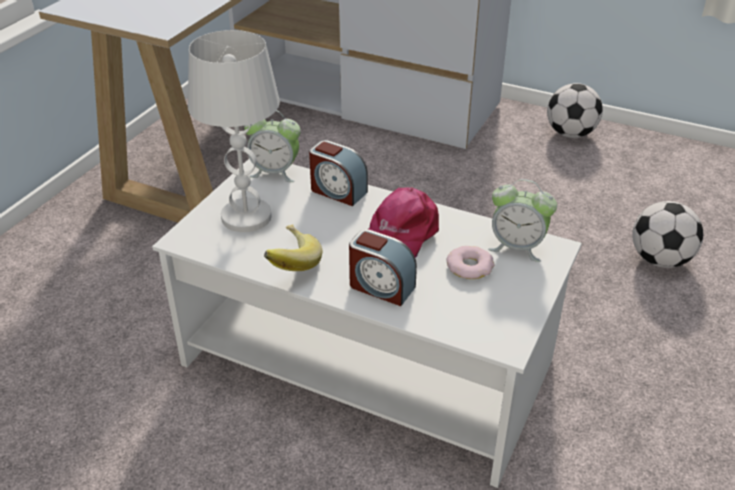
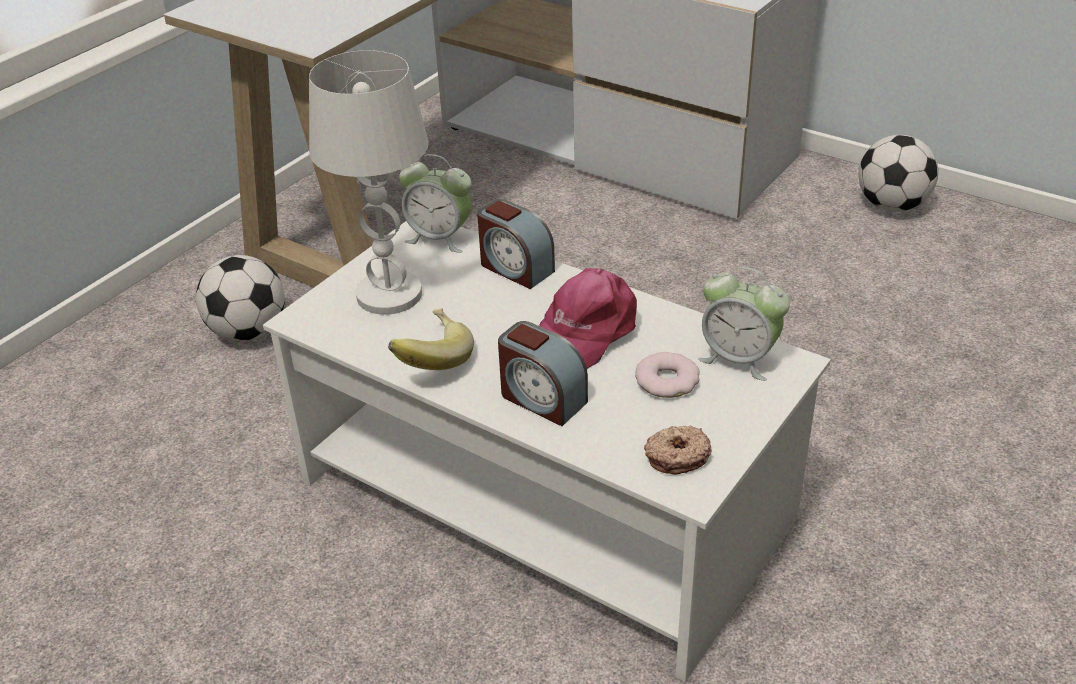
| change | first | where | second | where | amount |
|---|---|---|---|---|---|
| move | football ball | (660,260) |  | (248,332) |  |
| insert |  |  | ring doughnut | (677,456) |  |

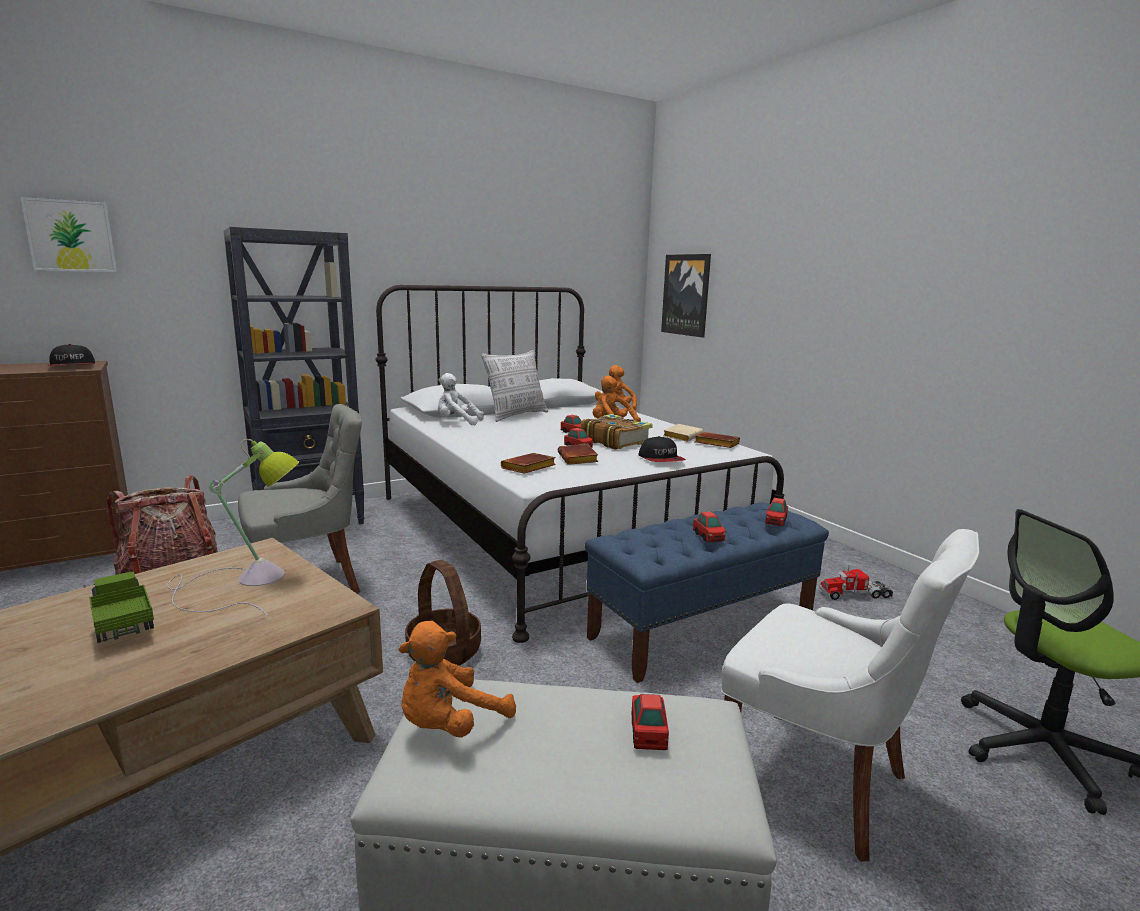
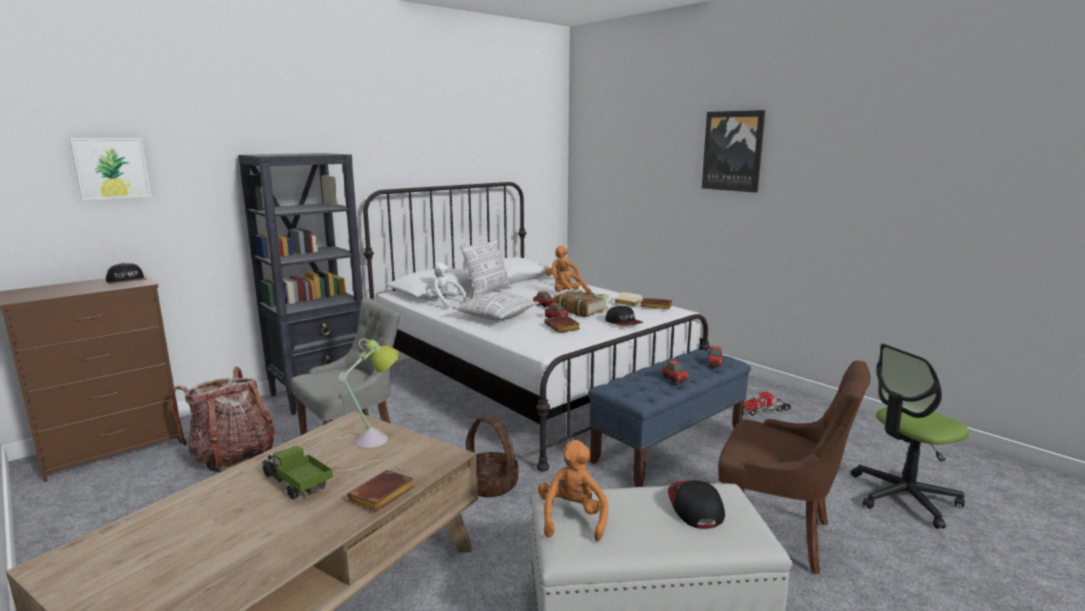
| change | first | where | second | where | amount |
|---|---|---|---|---|---|
| move | book (brown) | (528,468) |  | (381,496) |  |
| rotate | cuddly toy (white) | (457,422) |  | (445,303) | 45 degrees clockwise |
| insert |  |  | cushion | (496,316) |  |
| rotate | cuddly toy (orange-coloured) | (450,725) |  | (572,518) | 150 degrees clockwise |
| replace | model car | (648,732) | peaked cap | (695,506) |  |
| move | picture | (686,295) |  | (733,151) |  |
| recolor | plain chair (white) | (818,782) | plain chair (brown) | (777,534) |  |

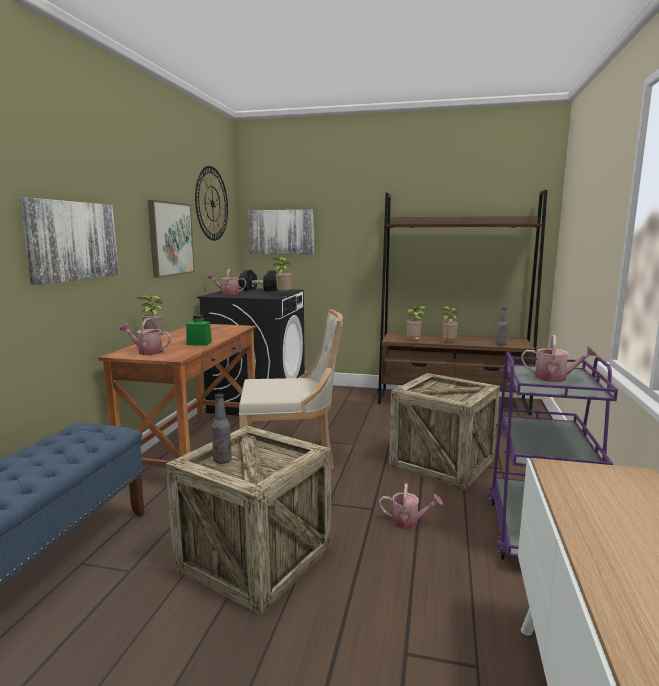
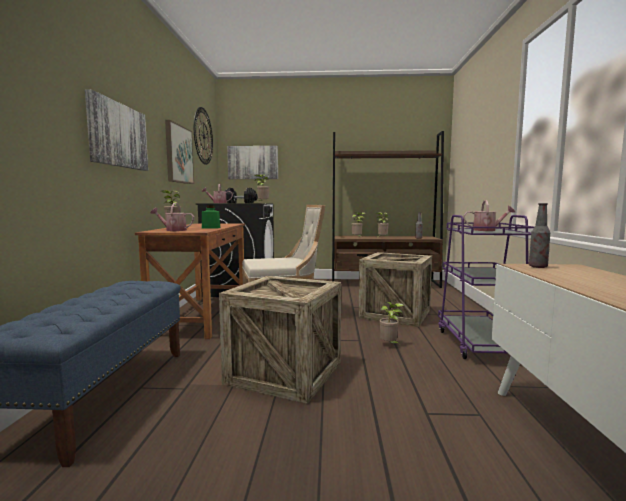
| change | first | where | second | where | amount |
|---|---|---|---|---|---|
| replace | watering can | (409,521) | potted plant | (389,345) |  |
| move | drink bottle | (222,461) |  | (538,267) |  |

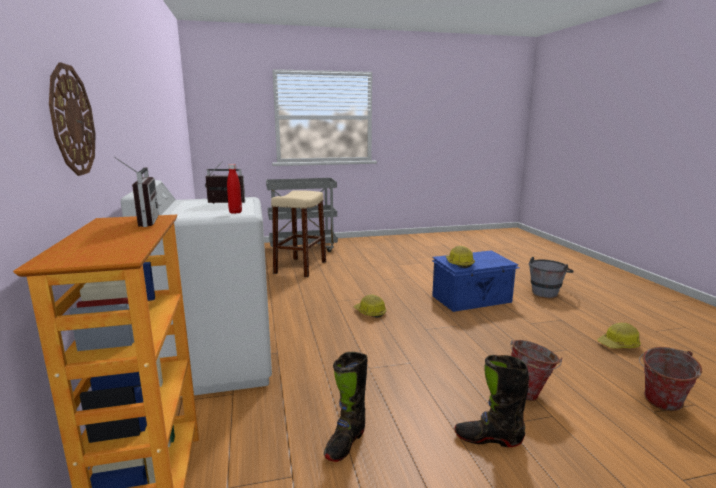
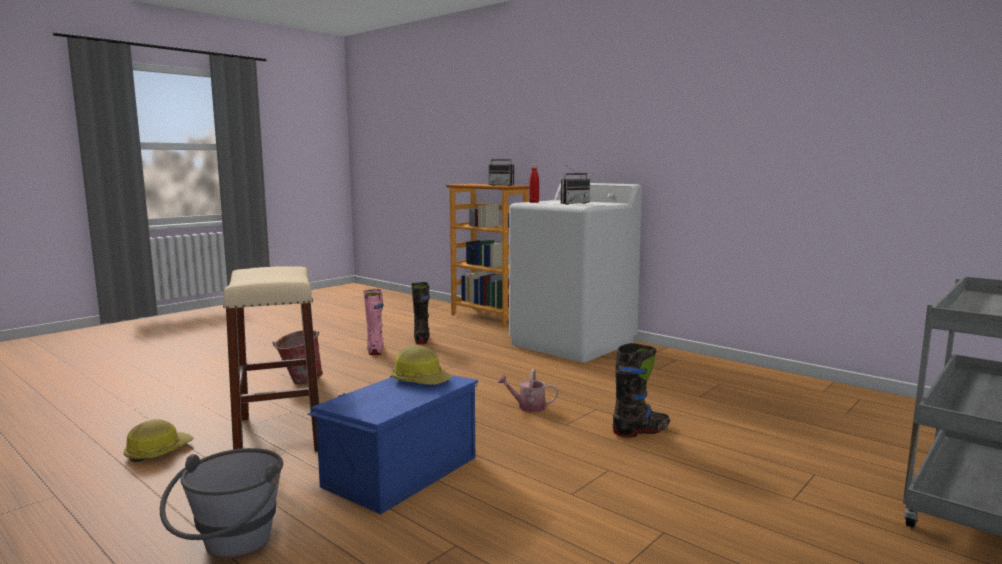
| change | first | where | second | where | amount |
|---|---|---|---|---|---|
| move | stool (sand-coloured) | (300,267) |  | (279,434) |  |
| insert |  |  | boot (pinkish) | (375,350) |  |
| replace | work helmet | (370,312) | watering can | (527,406) |  |
| move | boot (blackish) | (488,438) |  | (641,431) |  |
| delete | wall clock | (72,120) |  |  |  |
| delete | water bucket | (660,405) |  |  |  |

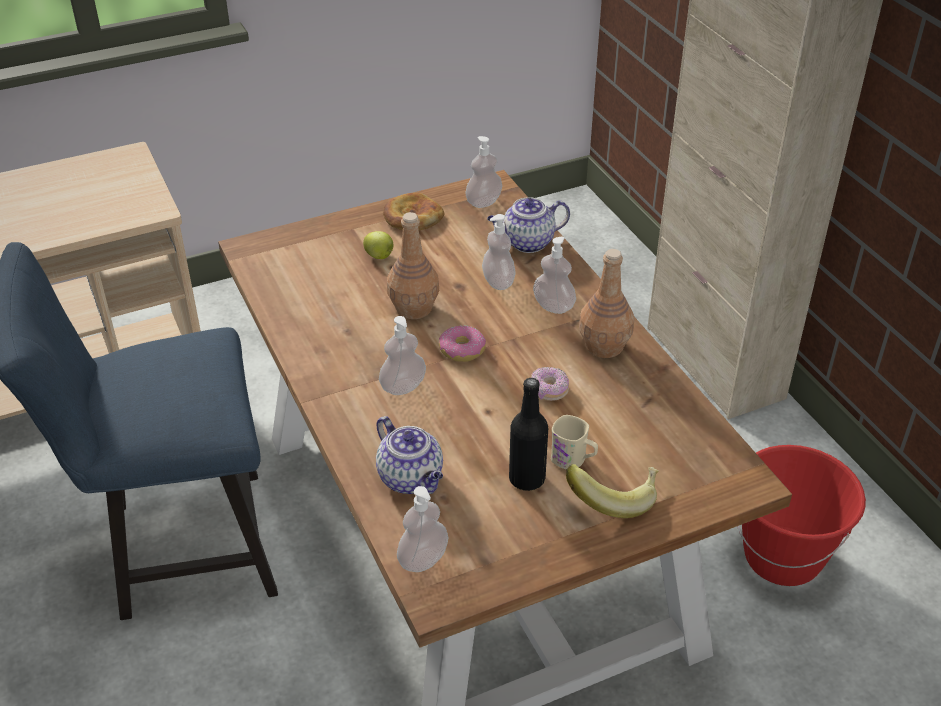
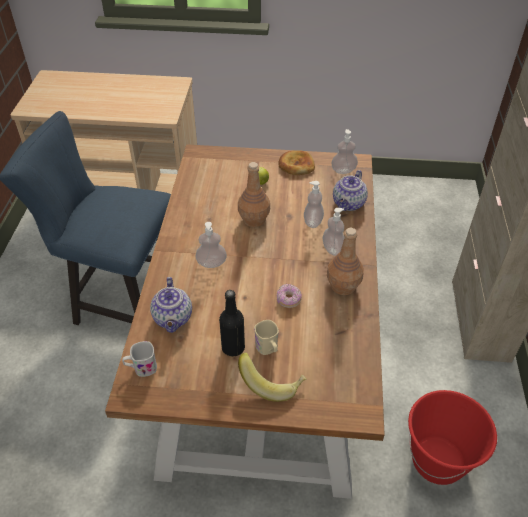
| change | first | where | second | where | amount |
|---|---|---|---|---|---|
| replace | soap bottle | (423,559) | tea mug (white) | (141,368) |  |
| rotate | teapot | (527,243) |  | (348,204) | 75 degrees counterclockwise |
| delete | ring doughnut | (462,350) |  |  |  |

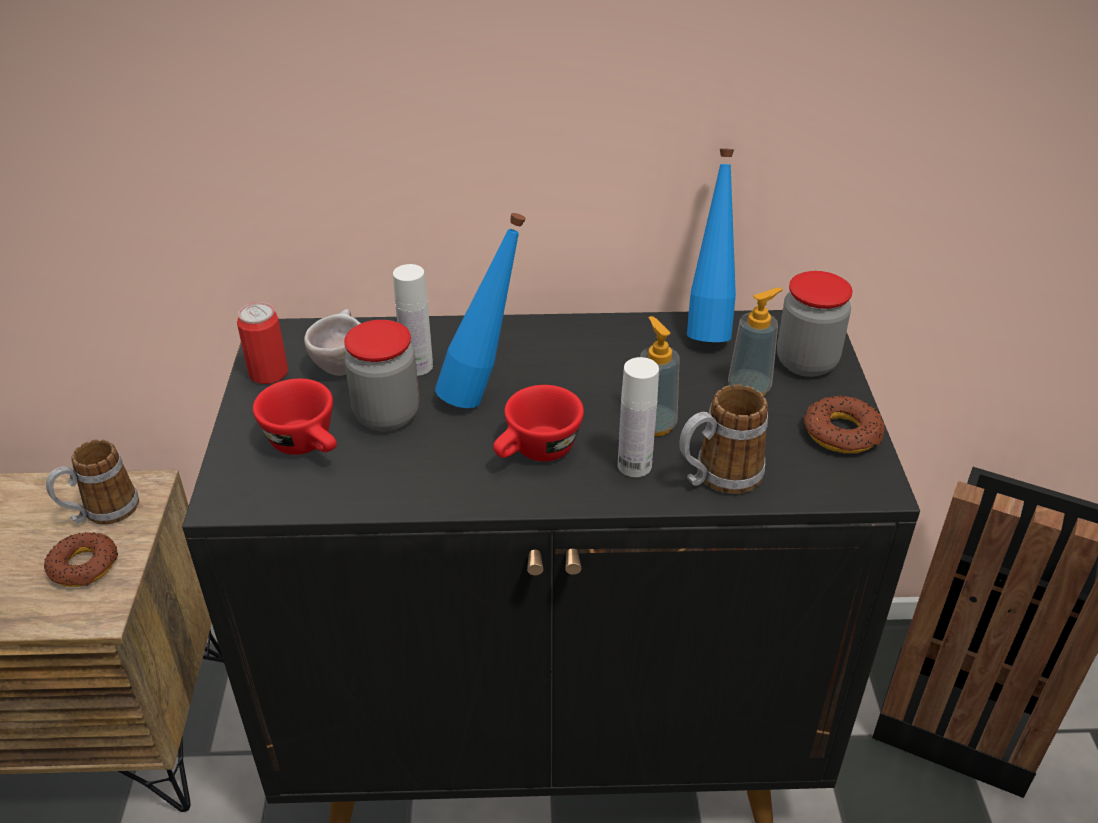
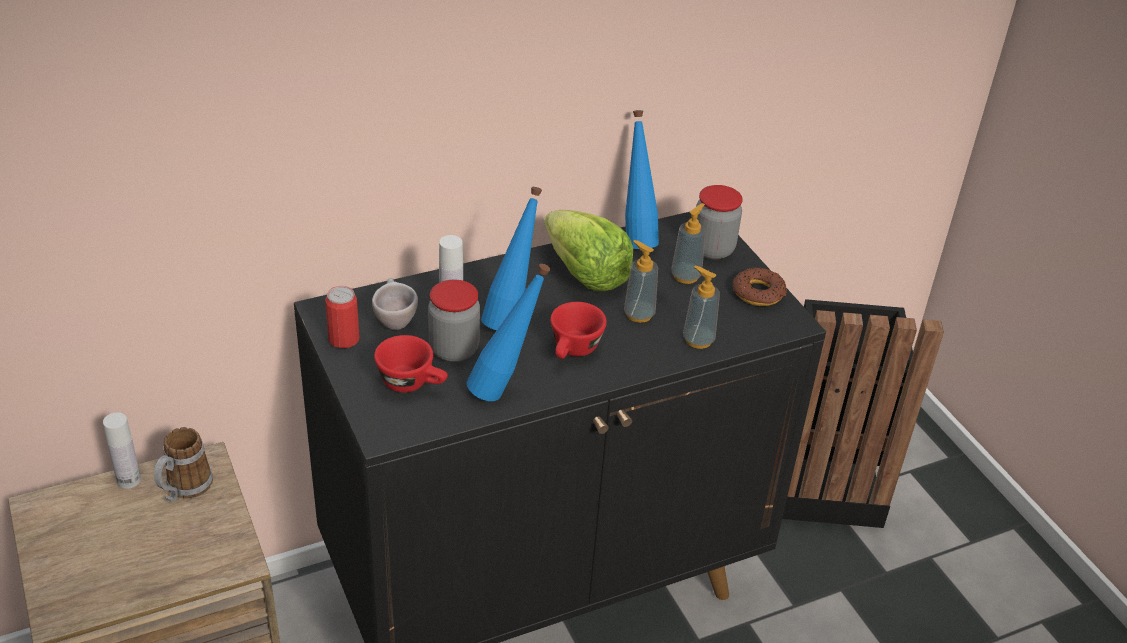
| change | first | where | second | where | amount |
|---|---|---|---|---|---|
| move | drink bottle (white) | (634,465) |  | (129,480) |  |
| insert |  |  | drink bottle (blue) | (505,390) |  |
| insert |  |  | lettuce | (585,274) |  |
| replace | tea mug | (717,478) | soap bottle | (698,340) |  |
| delete | ring doughnut | (84,566) |  |  |  |

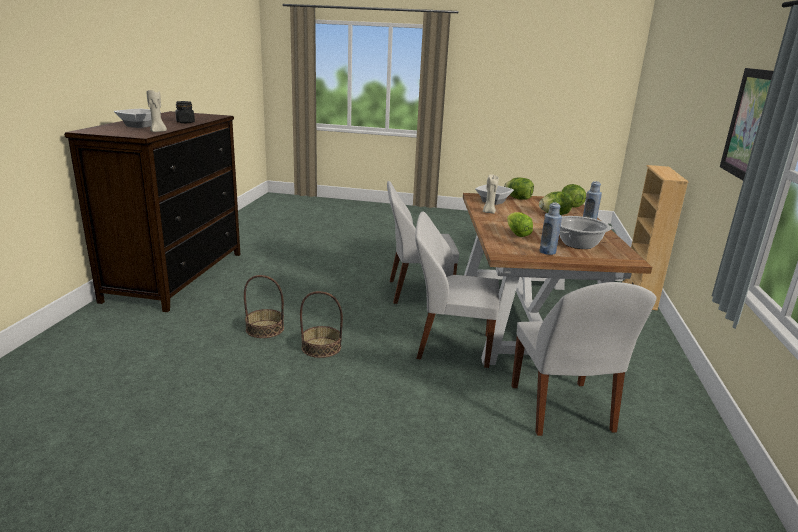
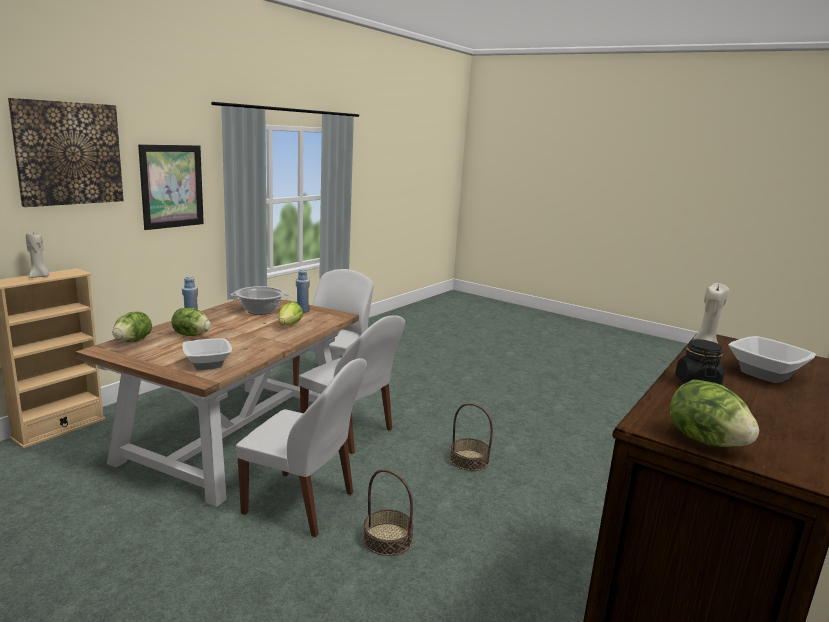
| change | first | where | second | where | amount |
|---|---|---|---|---|---|
| insert |  |  | picture | (69,153) |  |
| move | candle (sand-coloured) | (488,212) |  | (39,277) |  |
| move | basket | (265,329) |  | (387,539) |  |
| move | lettuce | (518,198) |  | (705,441) |  |

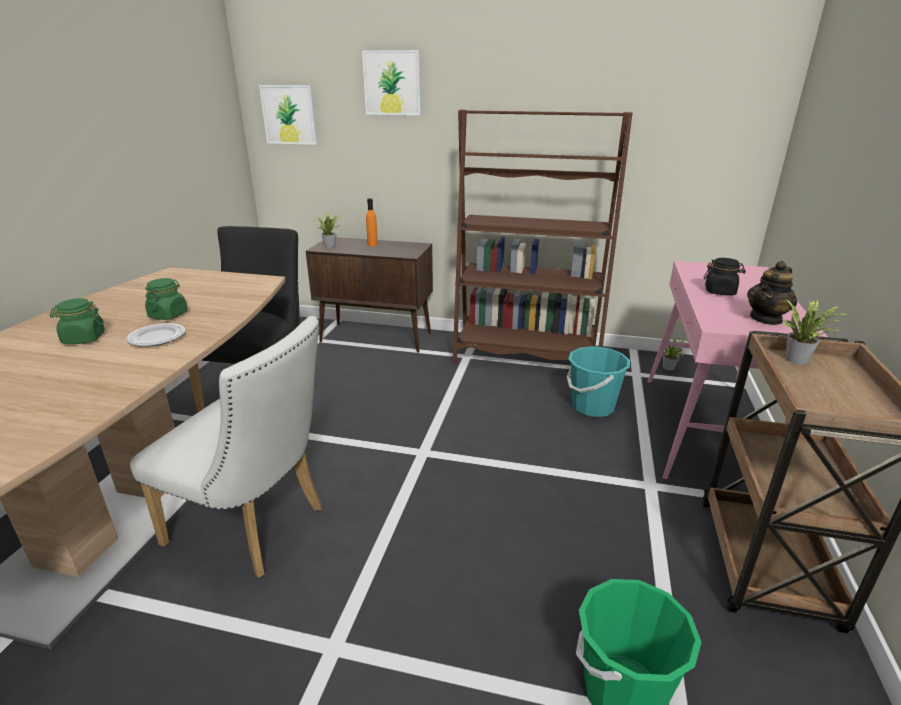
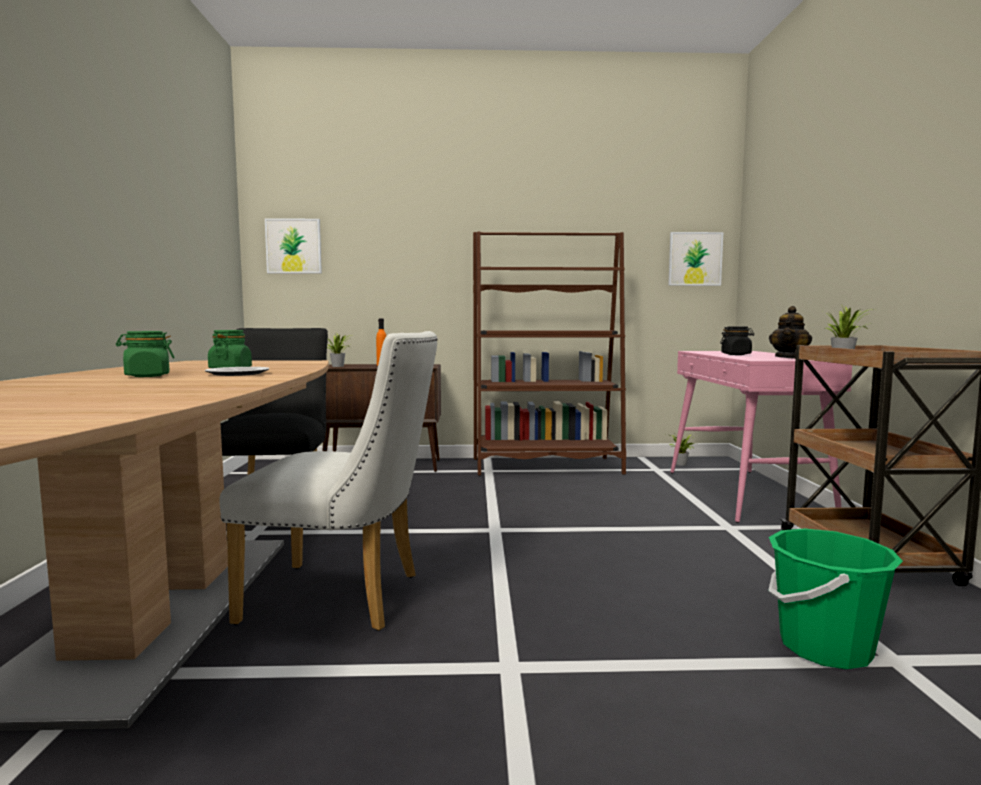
| change | first | where | second | where | amount |
|---|---|---|---|---|---|
| move | picture | (392,83) |  | (695,259) |  |
| delete | water bucket (blue-green) | (592,406) |  |  |  |

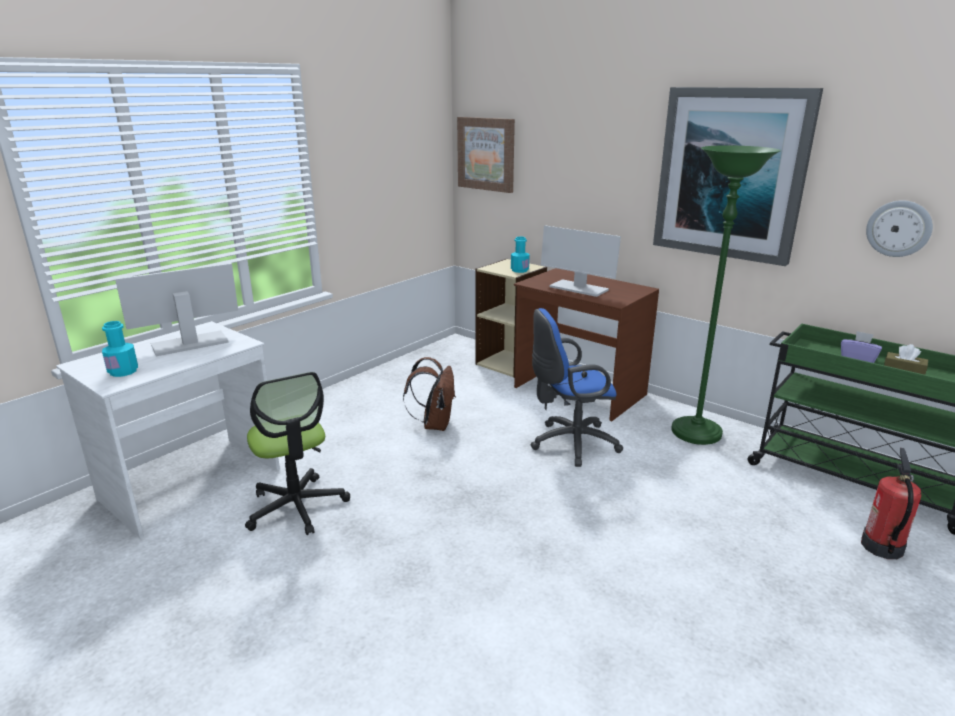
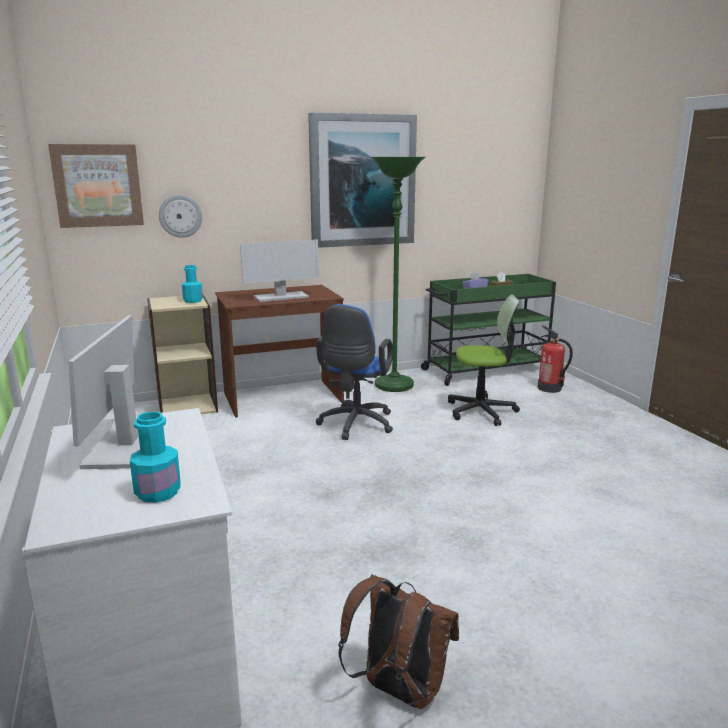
| change | first | where | second | where | amount |
|---|---|---|---|---|---|
| move | wall clock | (898,228) |  | (180,216) |  |
| move | knapsack (brown) | (435,424) |  | (398,690) |  |
| move | computer chair | (297,507) |  | (481,411) |  |

